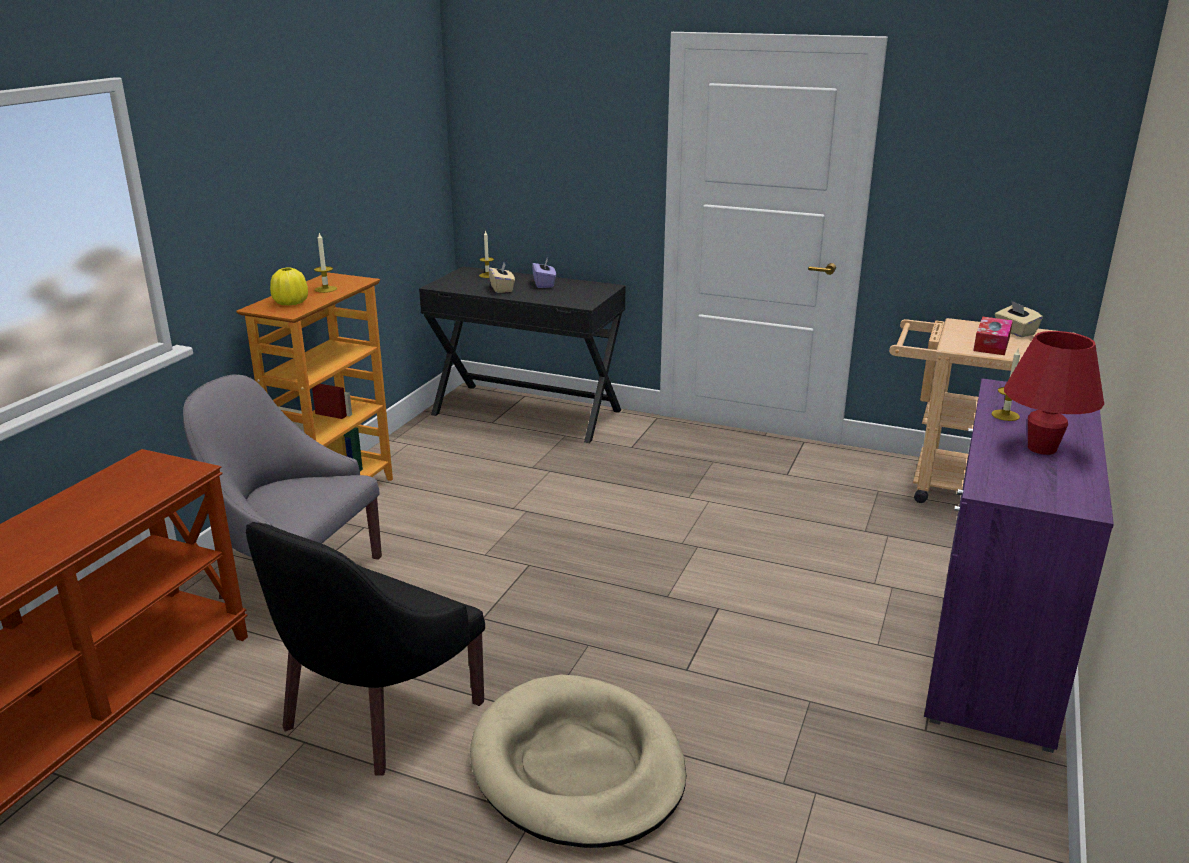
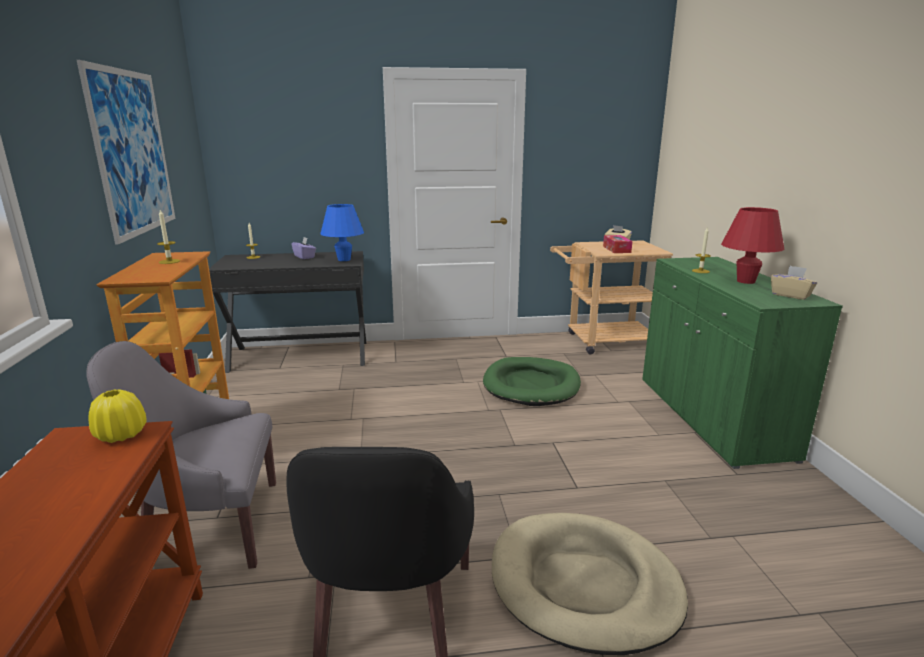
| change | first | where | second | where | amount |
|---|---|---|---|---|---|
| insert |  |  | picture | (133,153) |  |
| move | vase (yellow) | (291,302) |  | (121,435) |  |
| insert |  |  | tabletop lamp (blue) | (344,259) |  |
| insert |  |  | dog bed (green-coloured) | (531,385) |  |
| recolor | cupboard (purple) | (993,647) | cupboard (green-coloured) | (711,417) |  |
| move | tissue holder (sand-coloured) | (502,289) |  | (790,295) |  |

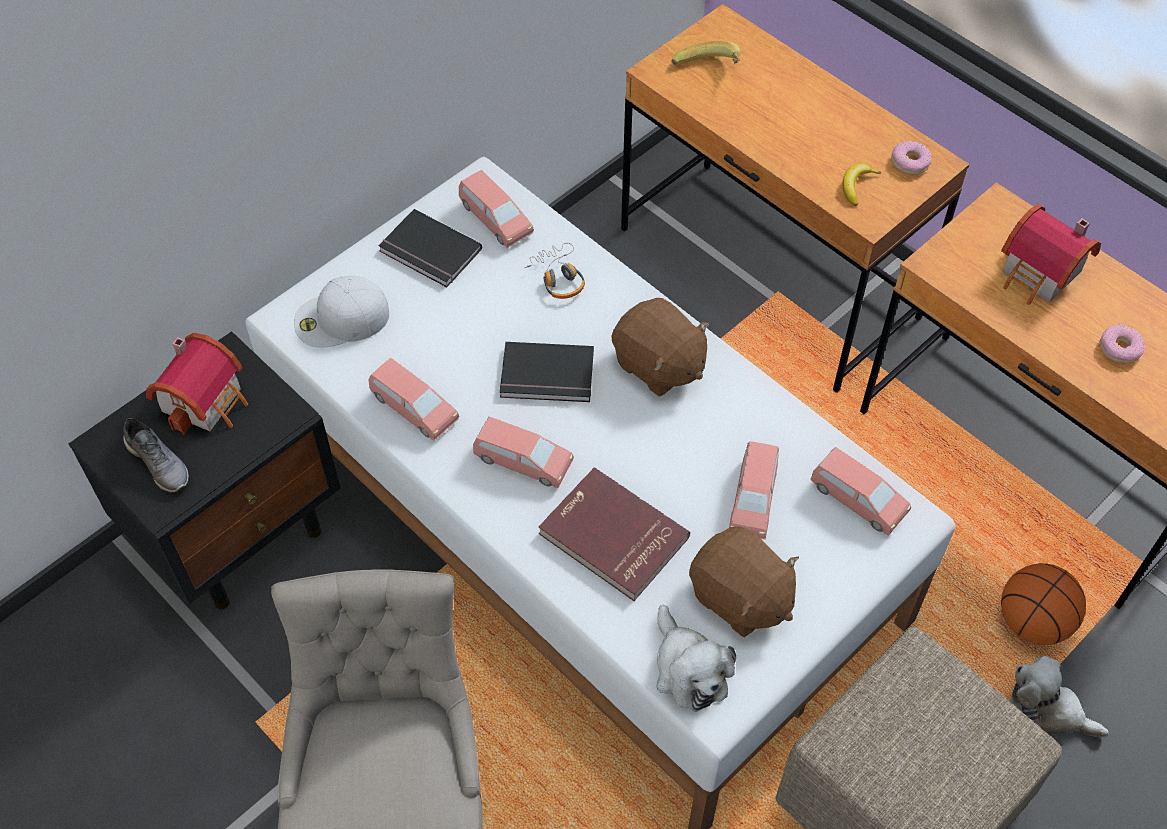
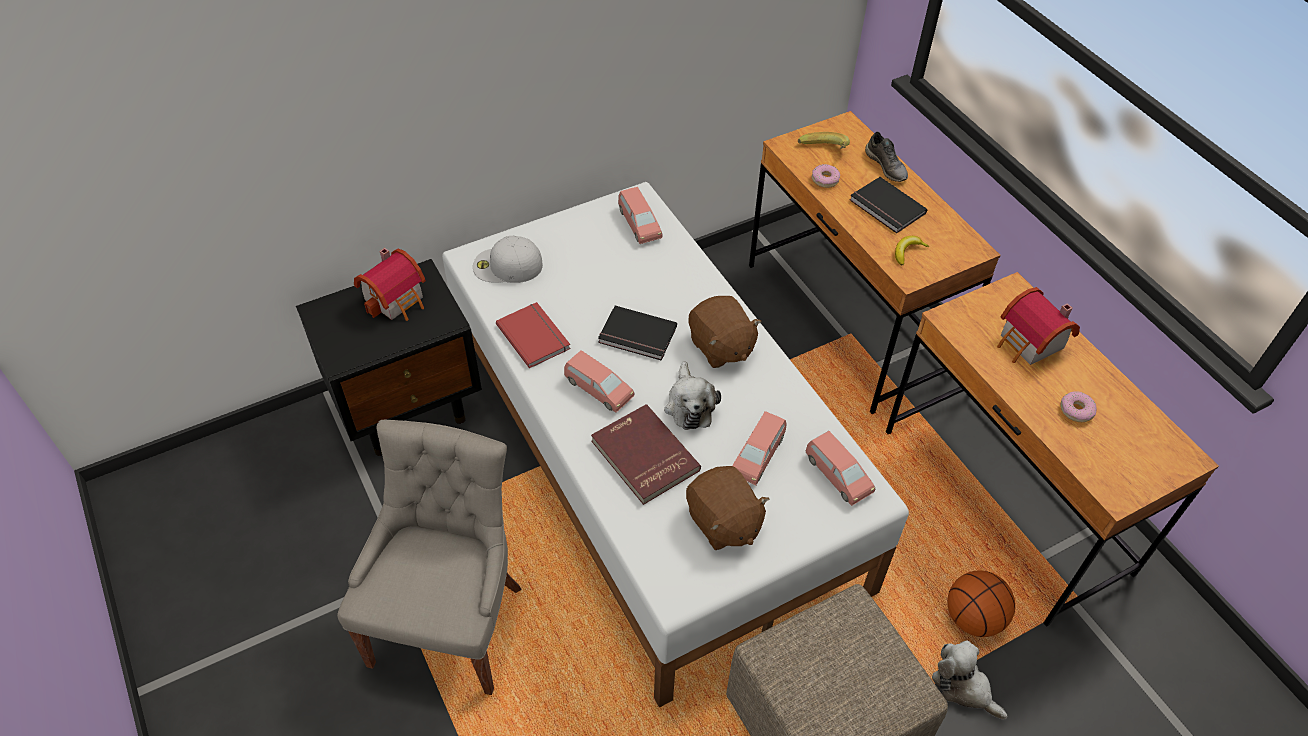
| change | first | where | second | where | amount |
|---|---|---|---|---|---|
| replace | model car (pinkish) | (414,408) | book (reddish) | (535,336) |  |
| move | cuddly toy | (688,669) |  | (689,405) |  |
| move | ring doughnut | (910,162) |  | (825,179) |  |
| move | book (blackish) | (429,252) |  | (886,208) |  |
| move | item of footwear (gray) | (159,462) |  | (886,166) |  |
| delete | headphones | (558,277) |  |  |  |

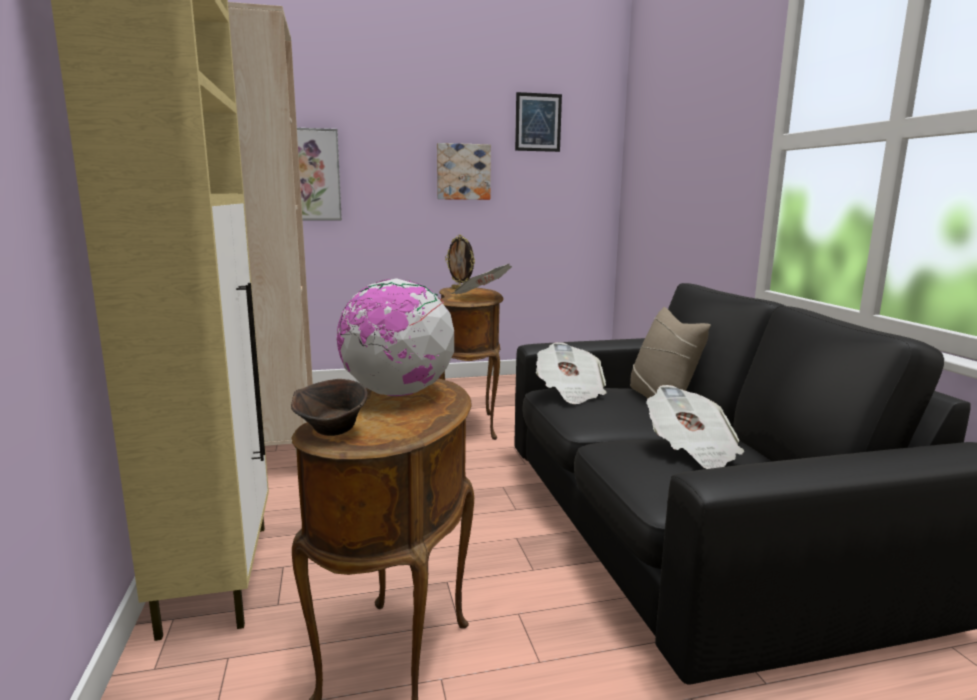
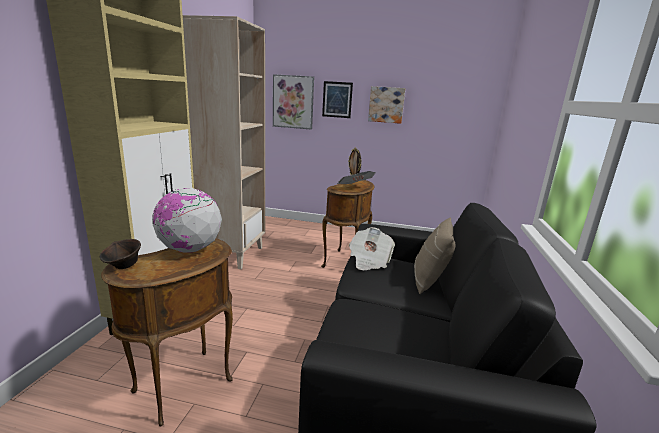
| change | first | where | second | where | amount |
|---|---|---|---|---|---|
| move | picture | (538,122) |  | (337,99) |  |
| delete | newspaper | (692,451) |  |  |  |

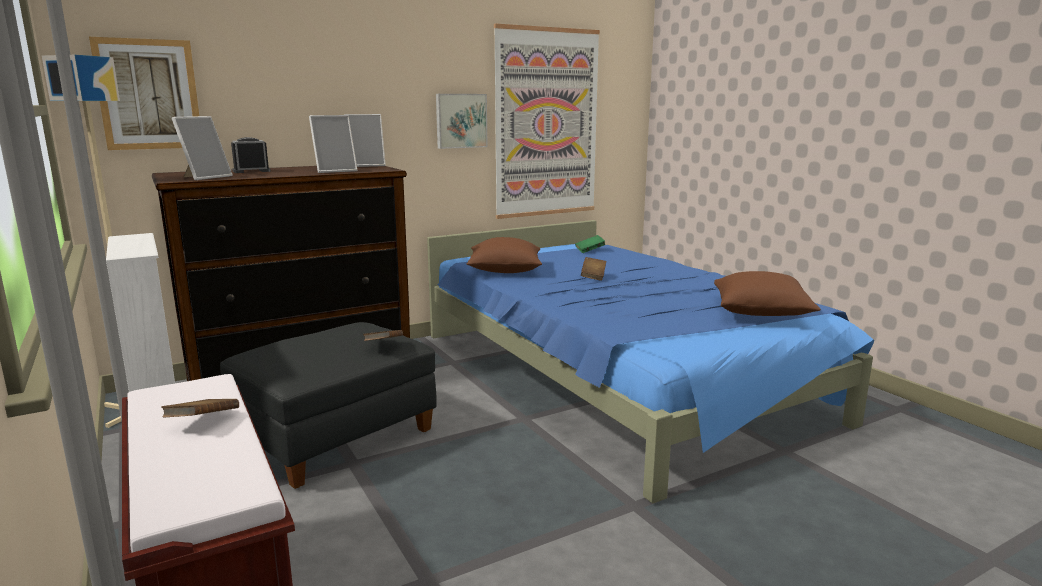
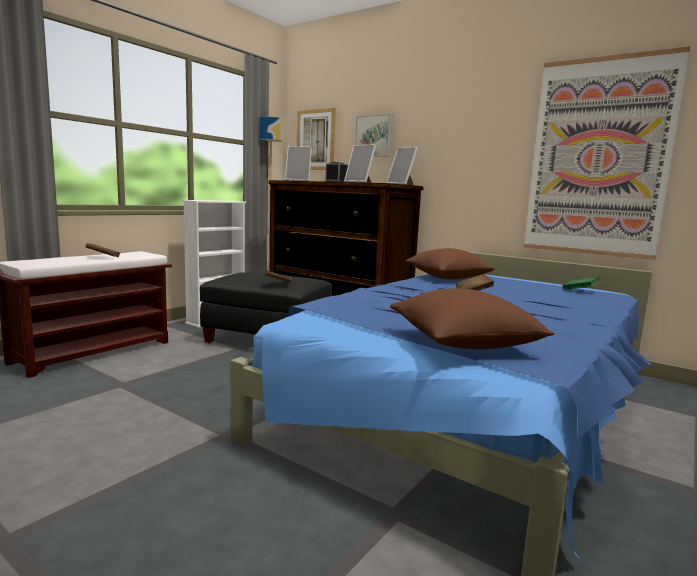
| change | first | where | second | where | amount |
|---|---|---|---|---|---|
| move | picture | (460,120) |  | (374,136) |  |

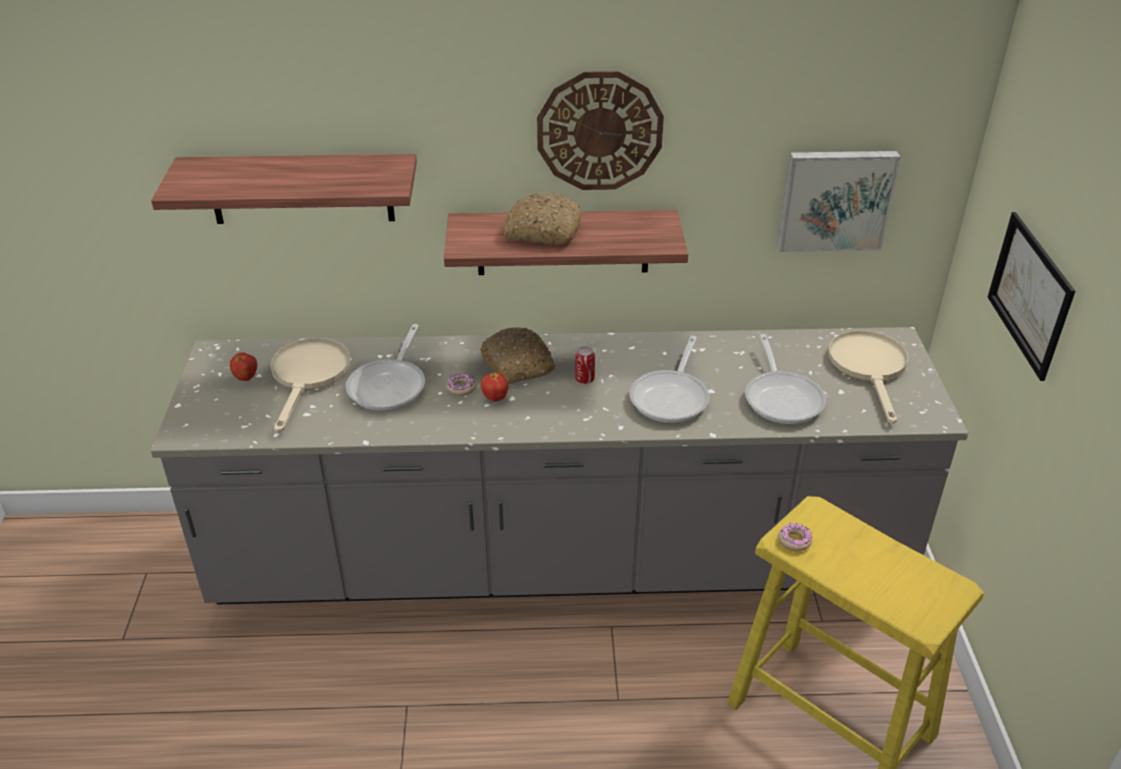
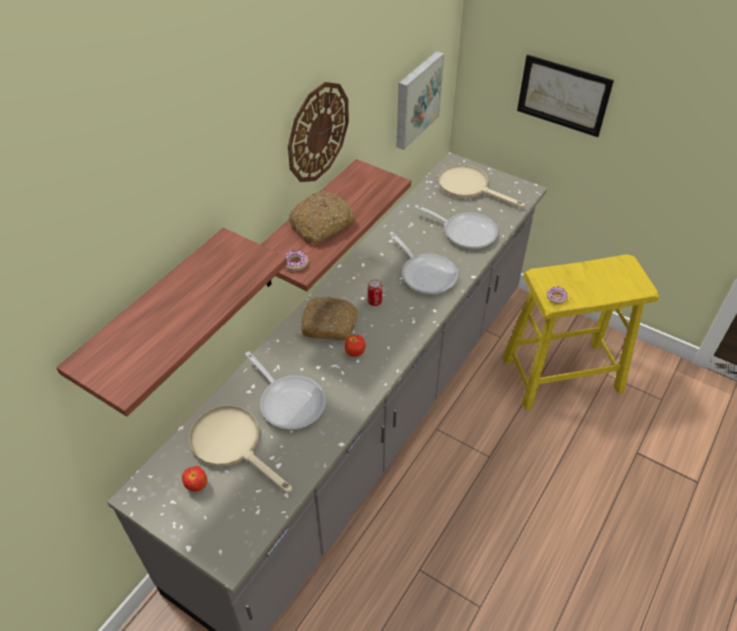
| change | first | where | second | where | amount |
|---|---|---|---|---|---|
| move | ring doughnut | (461,388) |  | (295,263) |  |

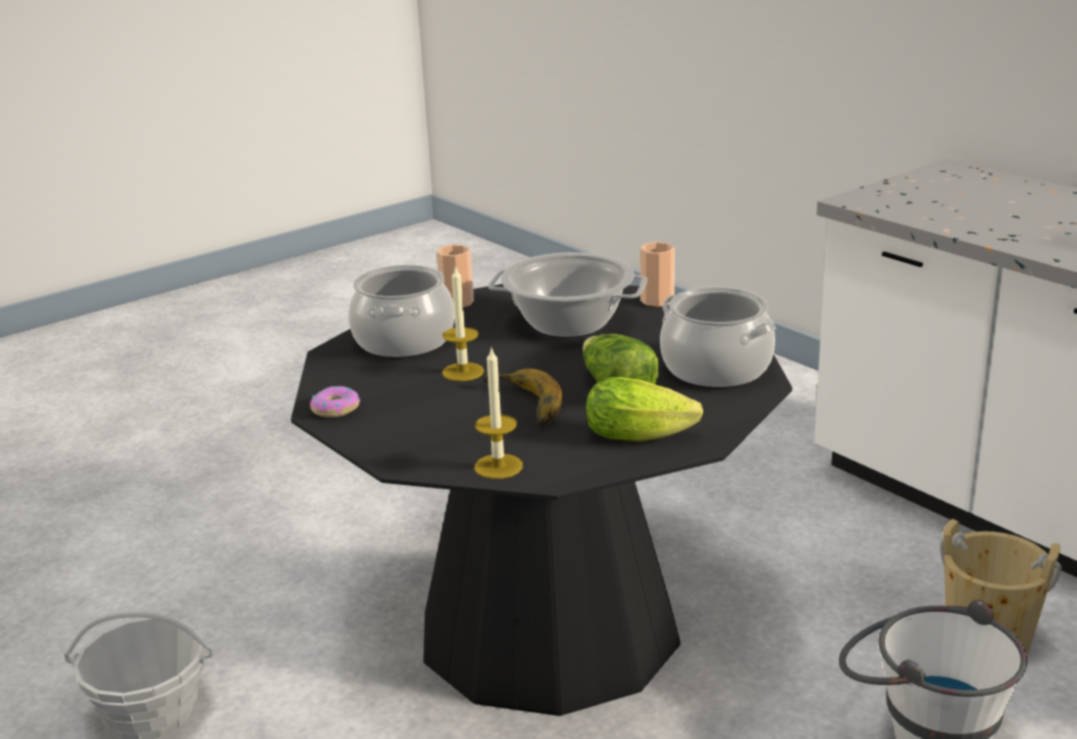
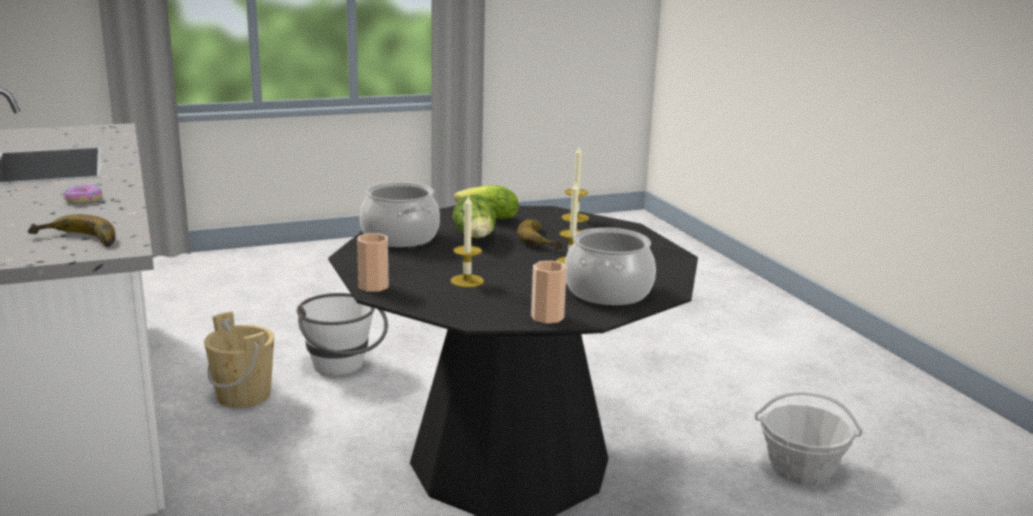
| change | first | where | second | where | amount |
|---|---|---|---|---|---|
| insert |  |  | whole banana | (75,241) |  |
| move | ring doughnut | (335,409) |  | (83,200) |  |
| replace | saucepot | (568,324) | candle | (467,281) |  |

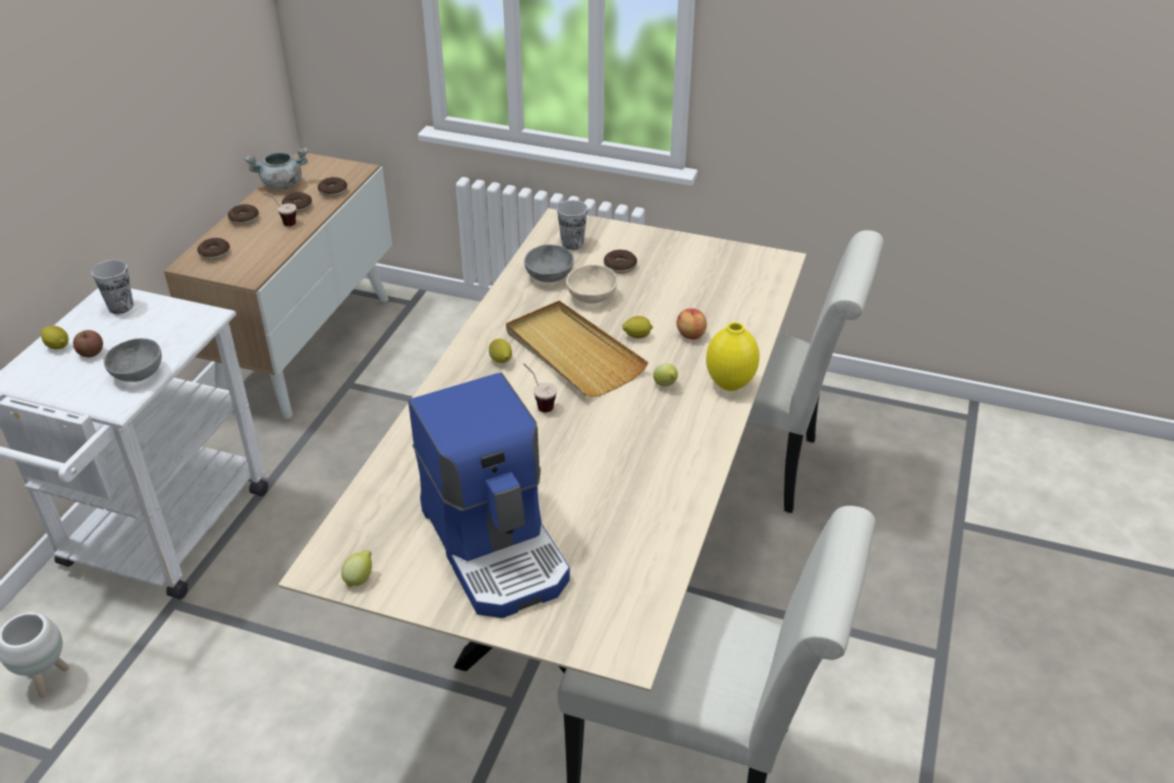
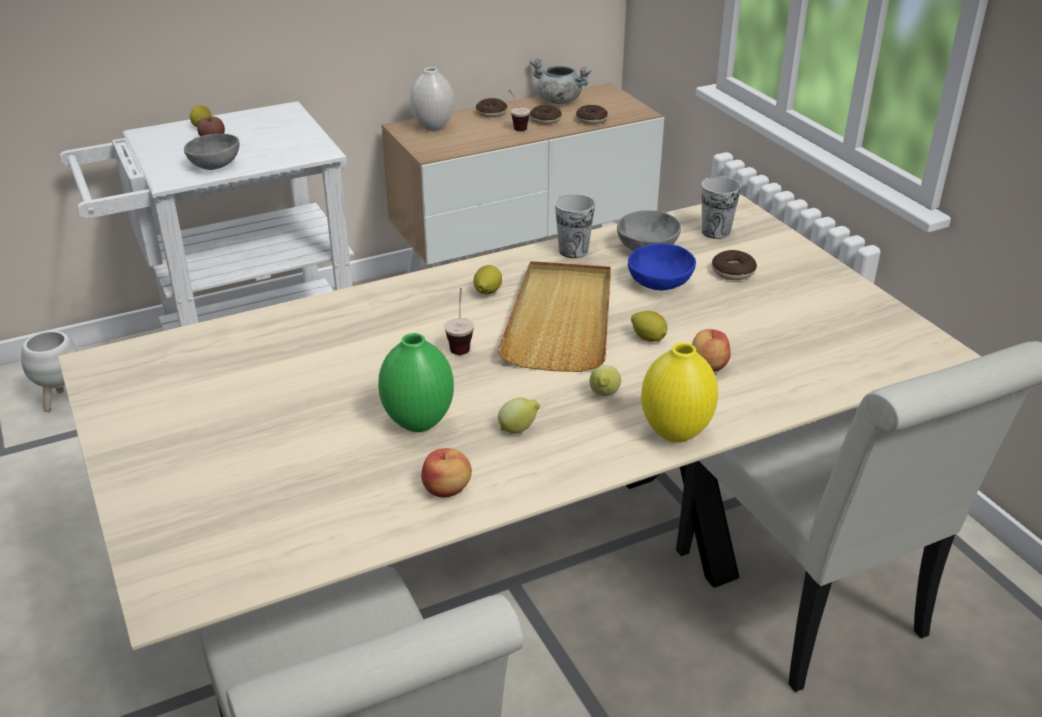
| change | first | where | second | where | amount |
|---|---|---|---|---|---|
| insert |  |  | vase (green-coloured) | (419,423) |  |
| replace | ring doughnut | (215,253) | vase (white) | (432,127) |  |
| insert |  |  | apple fruit | (447,490) |  |
| move | lemon | (360,578) |  | (519,429) |  |
| move | drinking cup | (121,306) |  | (573,251) |  |
| recolor | serving bowl (sand-coloured) | (592,297) | serving bowl (blue) | (660,284) |  |
| delete | coffee machine | (497,546) |  |  |  |

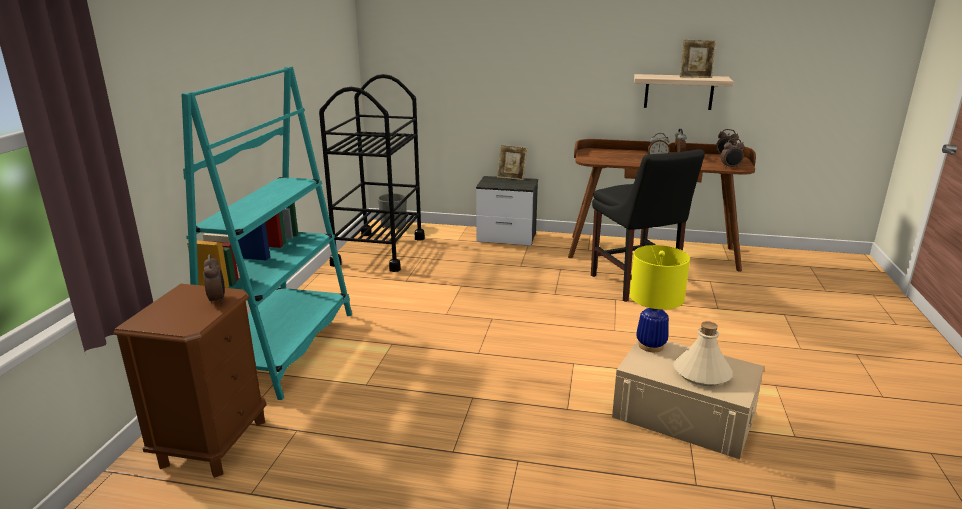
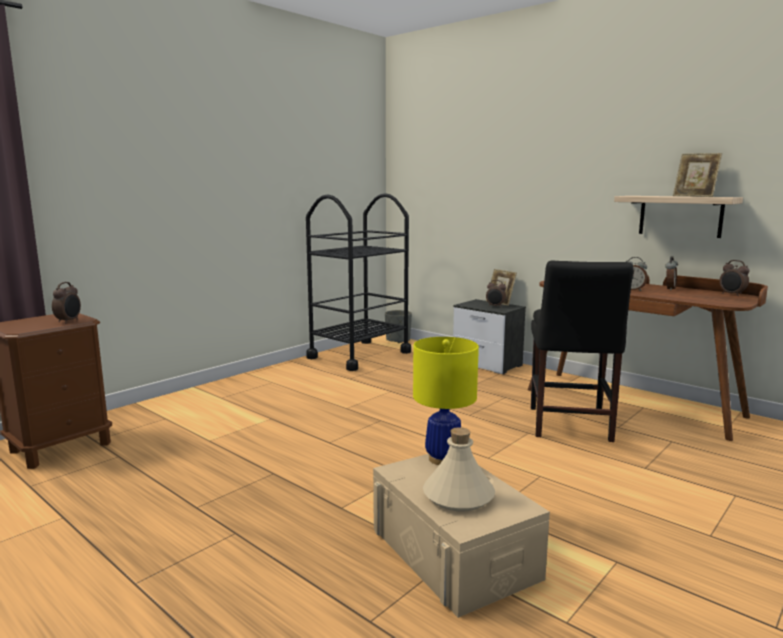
| change | first | where | second | where | amount |
|---|---|---|---|---|---|
| move | table clock | (730,167) |  | (495,306) |  |
| delete | shelving unit (blue-green) | (282,349) |  |  |  |

